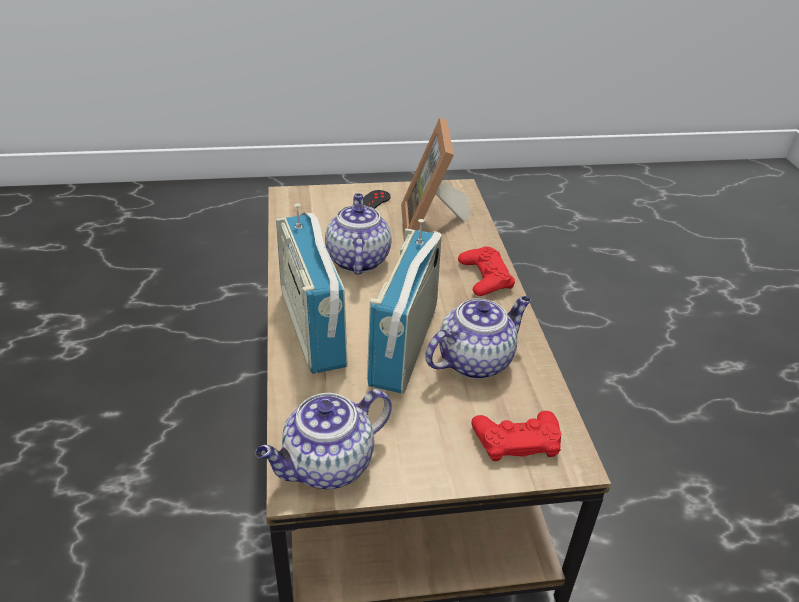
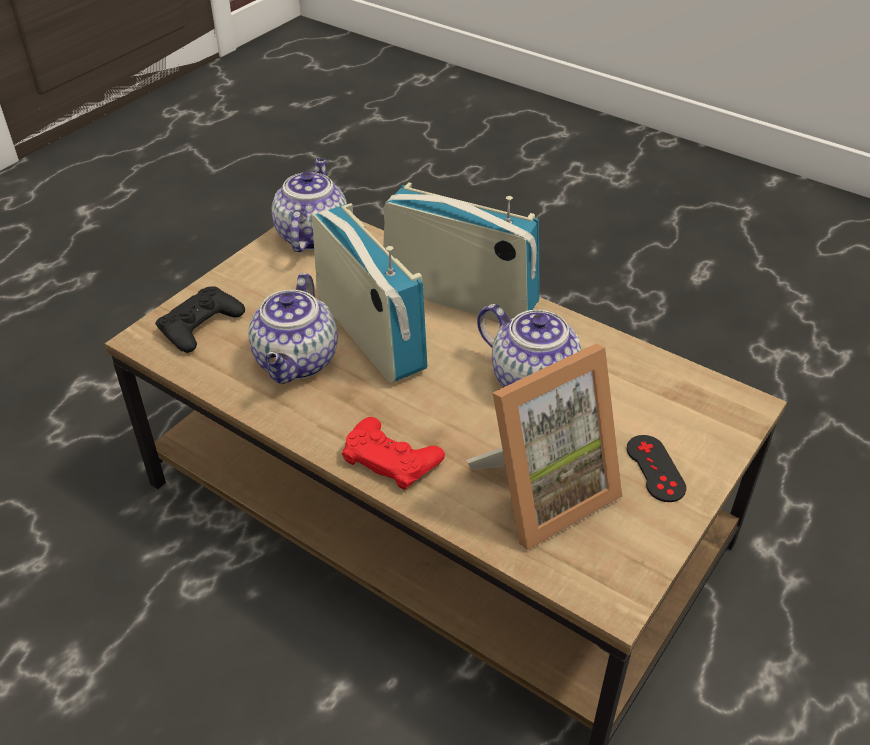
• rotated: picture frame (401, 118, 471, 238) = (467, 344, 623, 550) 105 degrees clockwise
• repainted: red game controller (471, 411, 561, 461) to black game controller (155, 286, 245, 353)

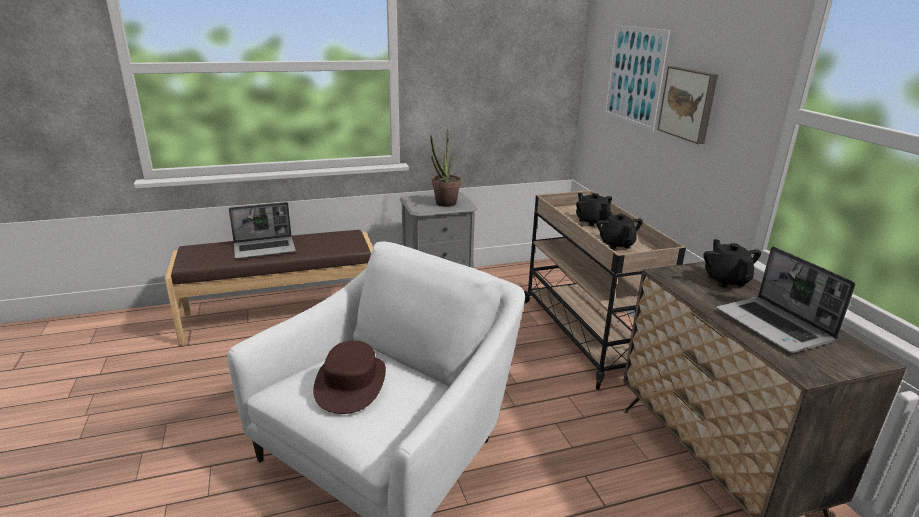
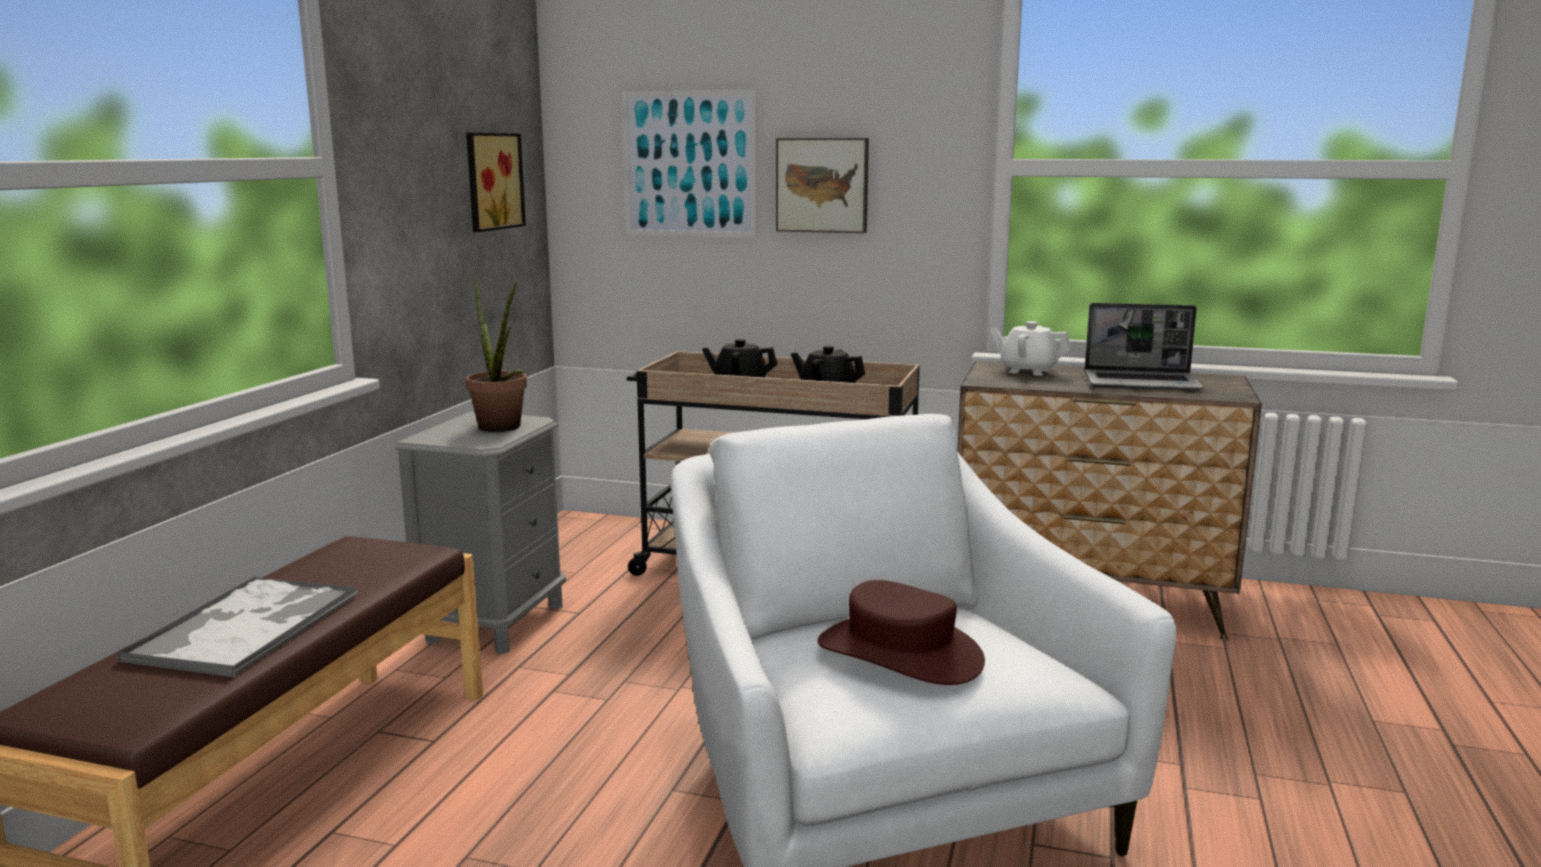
• swapped: laptop (229, 202, 296, 259) to tray (117, 576, 357, 677)
• repainted: black teapot (704, 239, 761, 287) to white teapot (991, 321, 1071, 376)
• new: picture (466, 132, 526, 232)

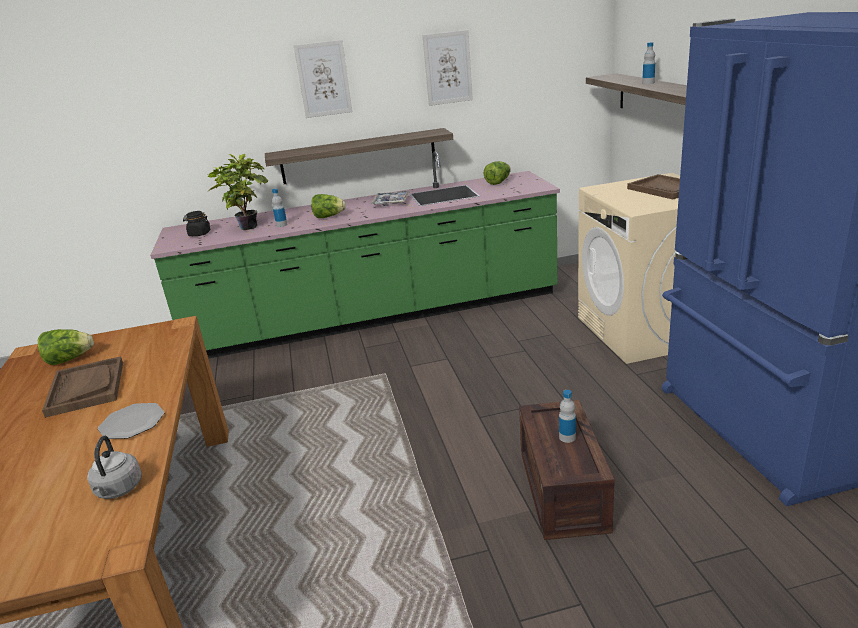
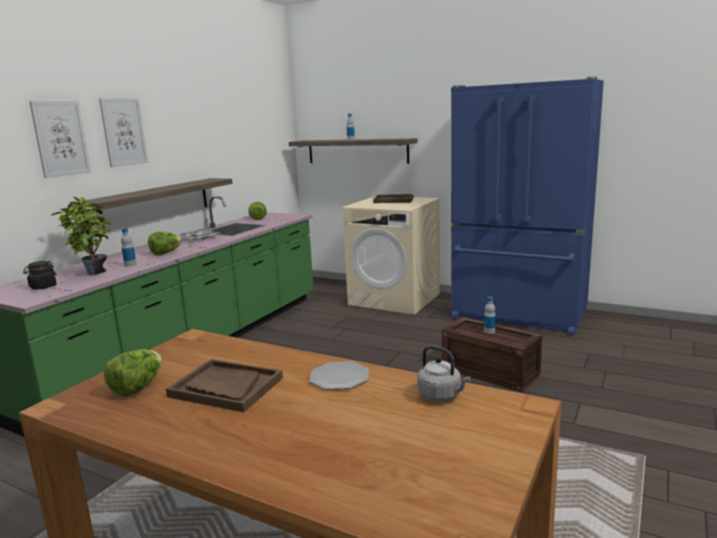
• shifted: picture (423, 30, 473, 106) to (29, 101, 91, 178)

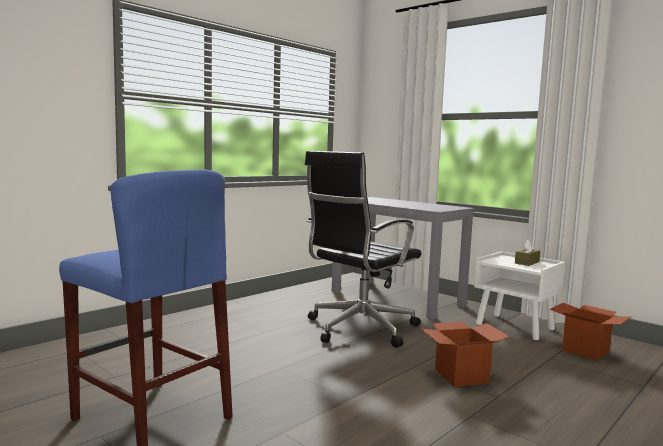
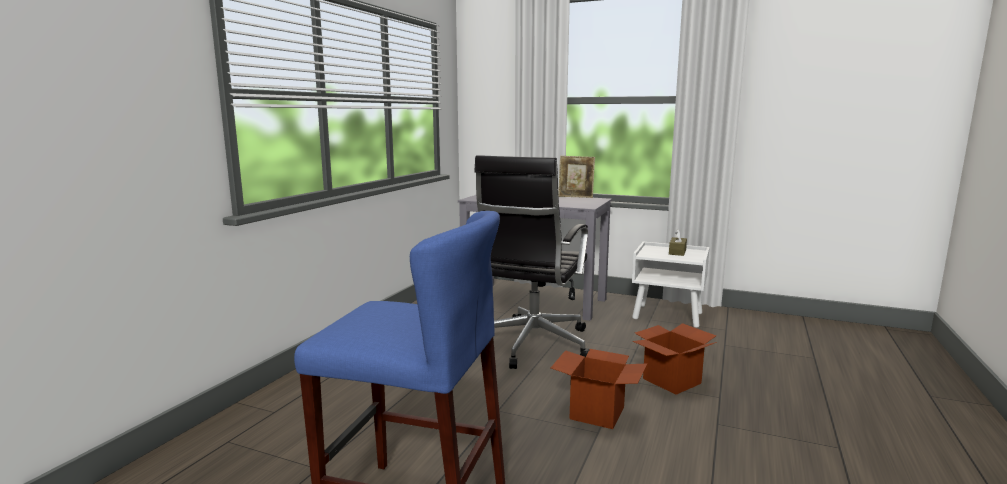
• shifted: cardboard box (550, 303, 631, 361) to (551, 349, 647, 429)
• new: picture frame (558, 156, 595, 198)

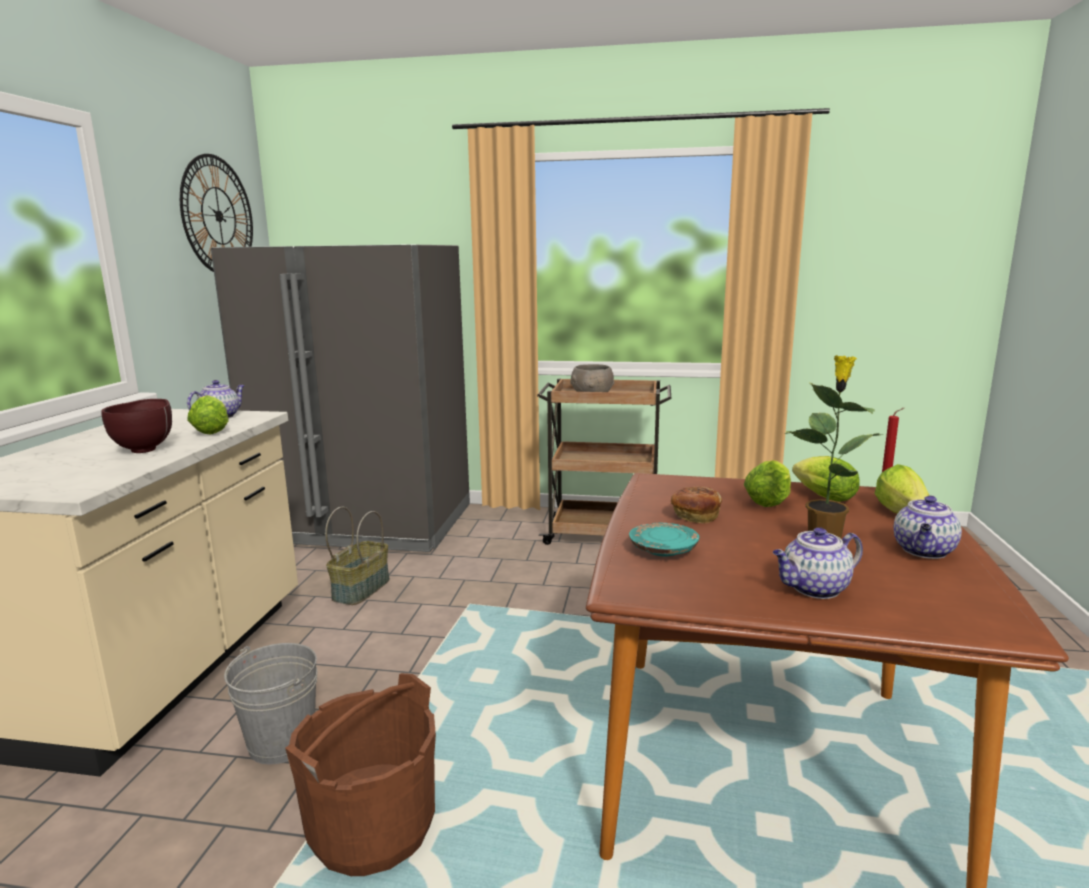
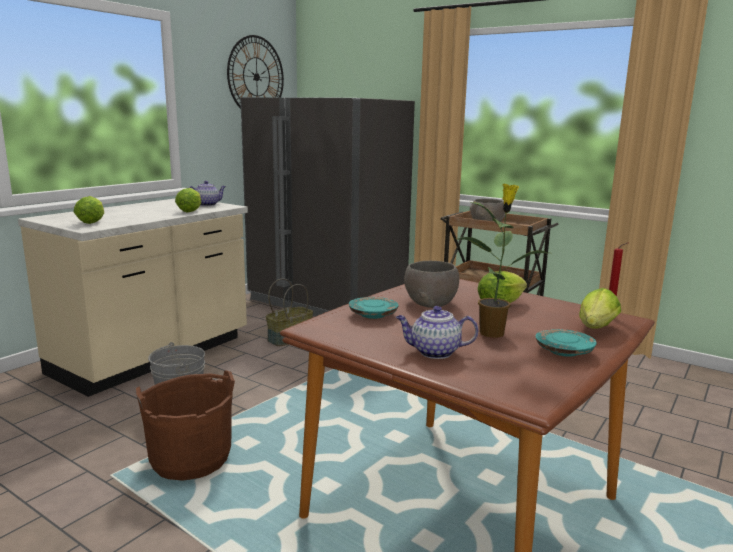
• gone: brown bowl (101, 399, 172, 453)
• swapped: bread (671, 487, 722, 524) to grey bowl (404, 261, 459, 308)
• shifted: lettuce (792, 456, 860, 502) to (74, 196, 104, 224)
• swapped: teapot (894, 495, 962, 559) to turquoise plate (536, 329, 596, 357)

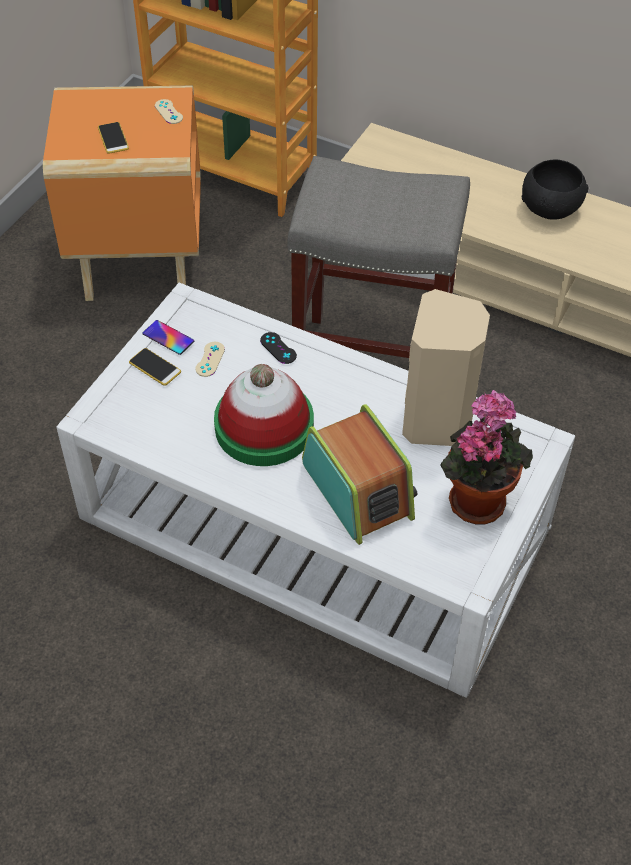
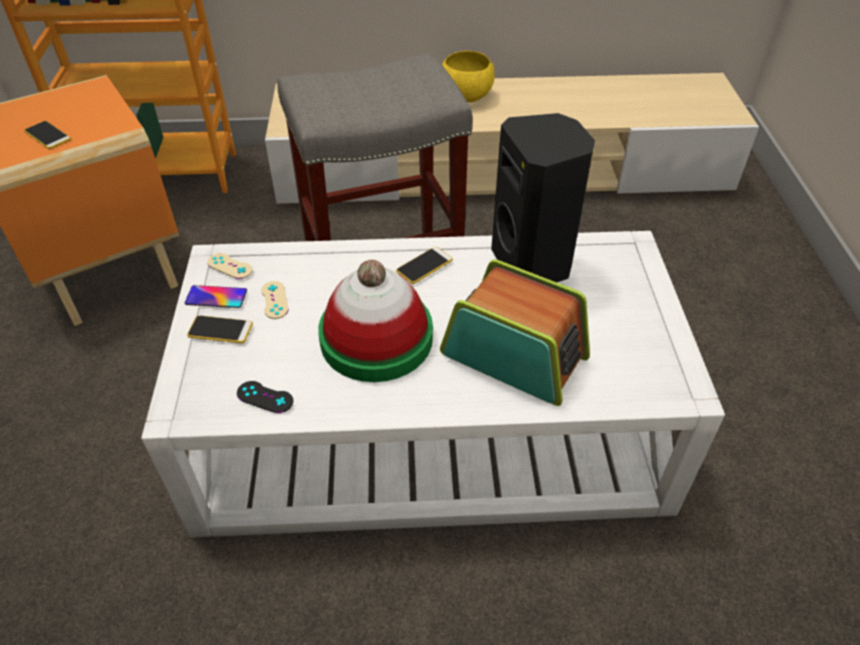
• shifted: beige game controller (155, 99, 183, 124) to (207, 253, 253, 279)
• shifted: black game controller (260, 332, 297, 364) to (237, 381, 293, 413)
• repainted: beige speaker (402, 289, 490, 446) to black speaker (491, 113, 595, 282)
• gone: potted plant (440, 390, 533, 525)
• repainted: black bowl (521, 159, 588, 220) to yellow bowl (442, 51, 494, 102)
• new: phone (396, 247, 453, 284)

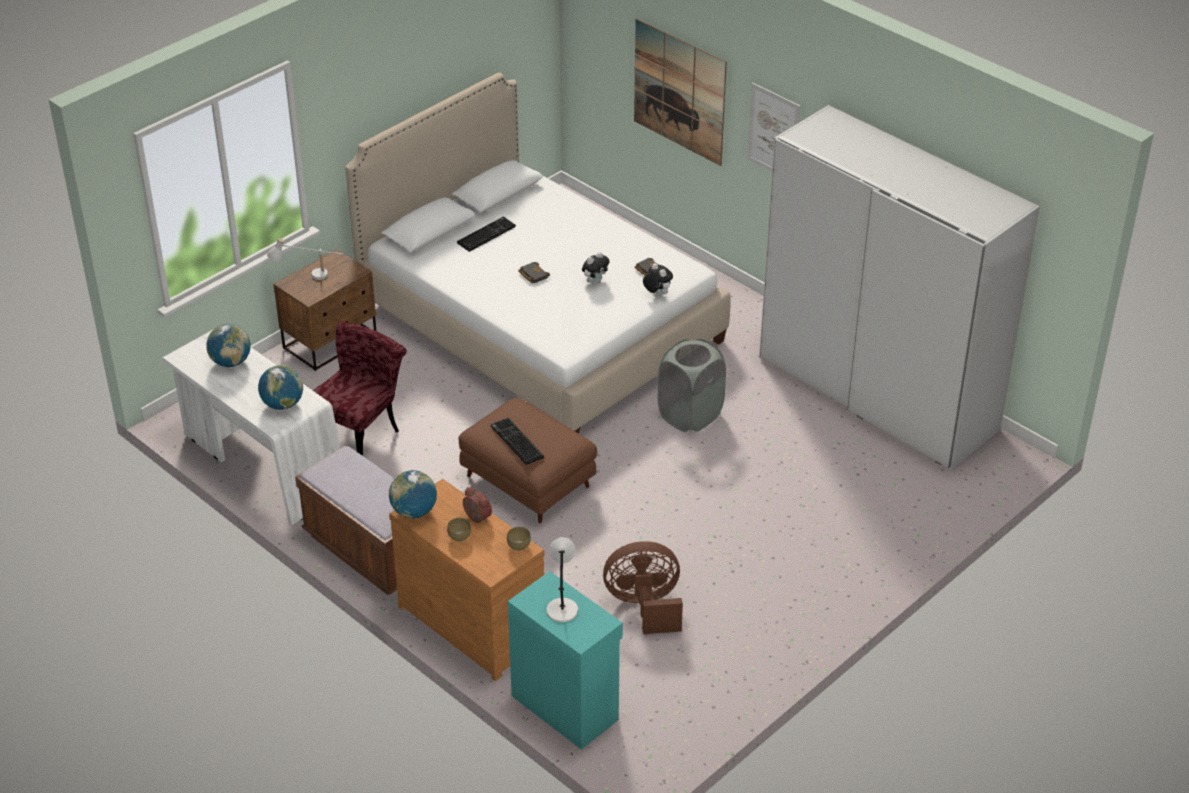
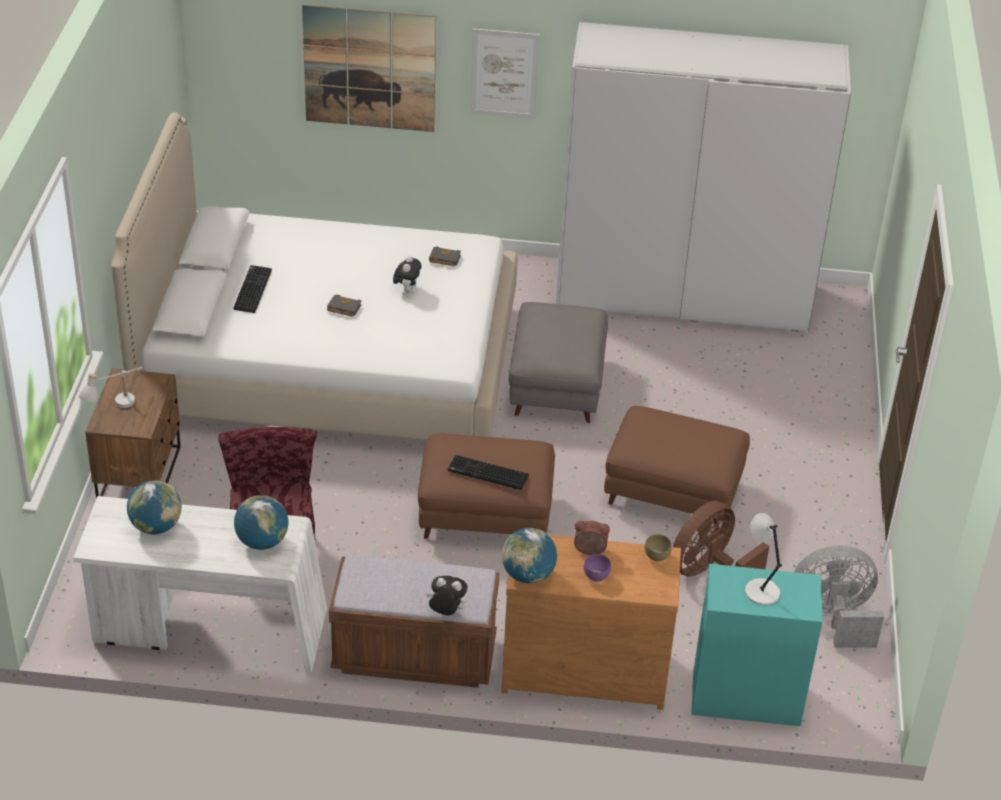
• repainted: brown bowl (447, 518, 471, 542) to purple bowl (584, 554, 611, 581)
• shifted: plush toy (643, 263, 673, 296) to (426, 576, 468, 615)
• swapped: grey laundry basket (658, 339, 726, 432) to grey ottoman (509, 302, 608, 423)
• new: brown ottoman (604, 406, 750, 530)
• new: grey fan (794, 545, 884, 648)

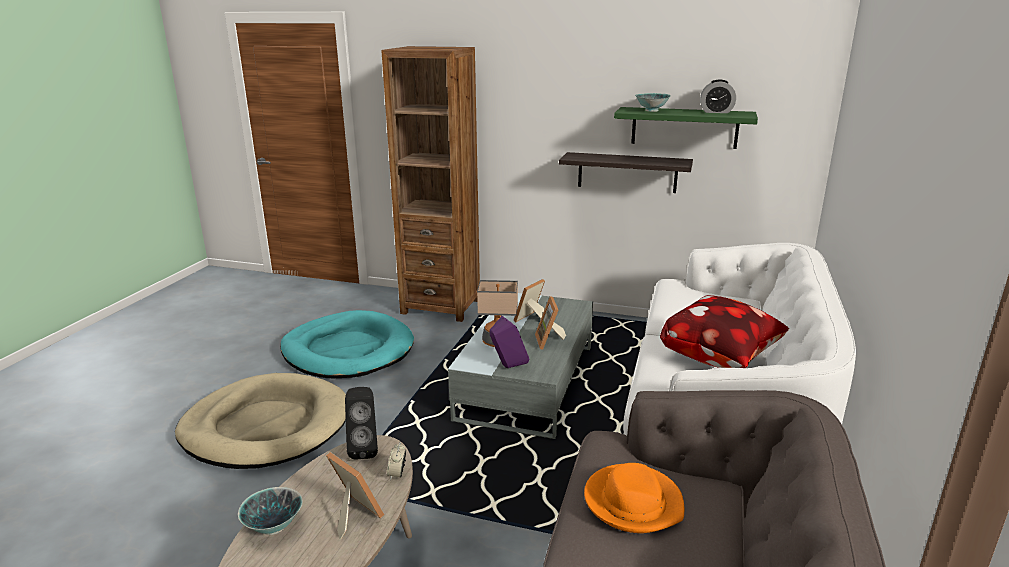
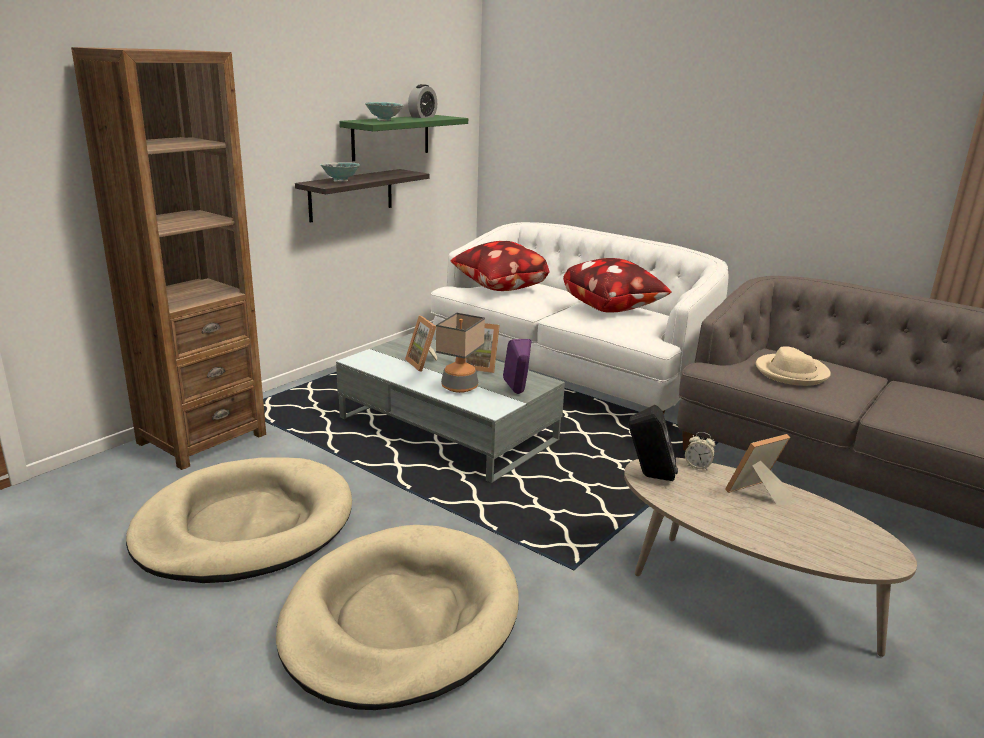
• shifted: bowl (238, 487, 303, 535) to (320, 162, 360, 182)
• repainted: turquoise dog bed (280, 310, 414, 378) to beige dog bed (126, 458, 352, 583)
• repainted: orange hat (584, 463, 684, 533) to beige hat (756, 346, 831, 386)
• new: pillow (450, 241, 549, 291)

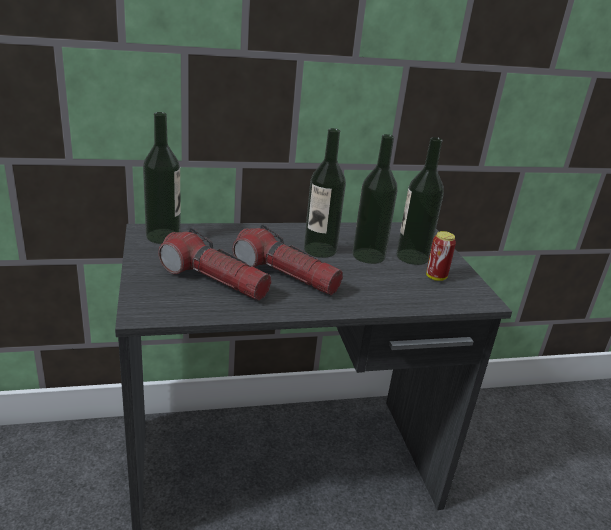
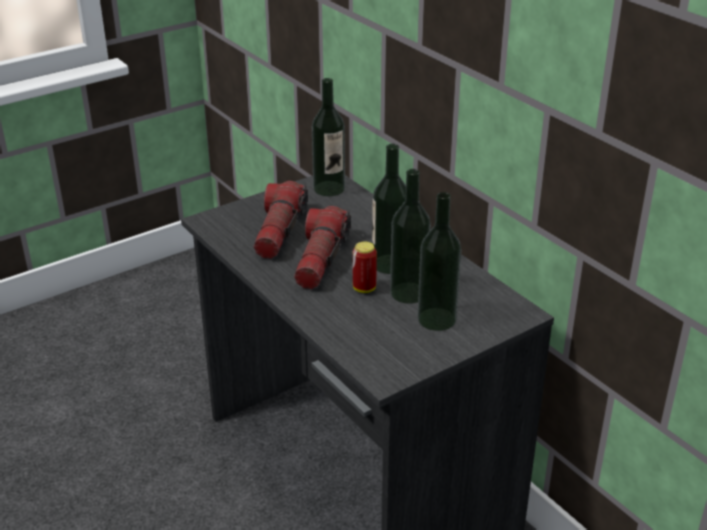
• shifted: can (426, 231, 456, 281) to (353, 242, 377, 293)

